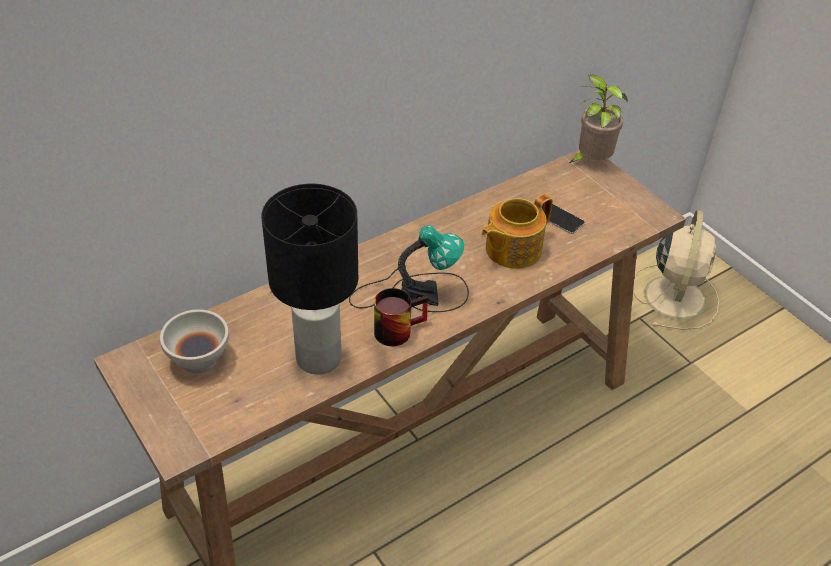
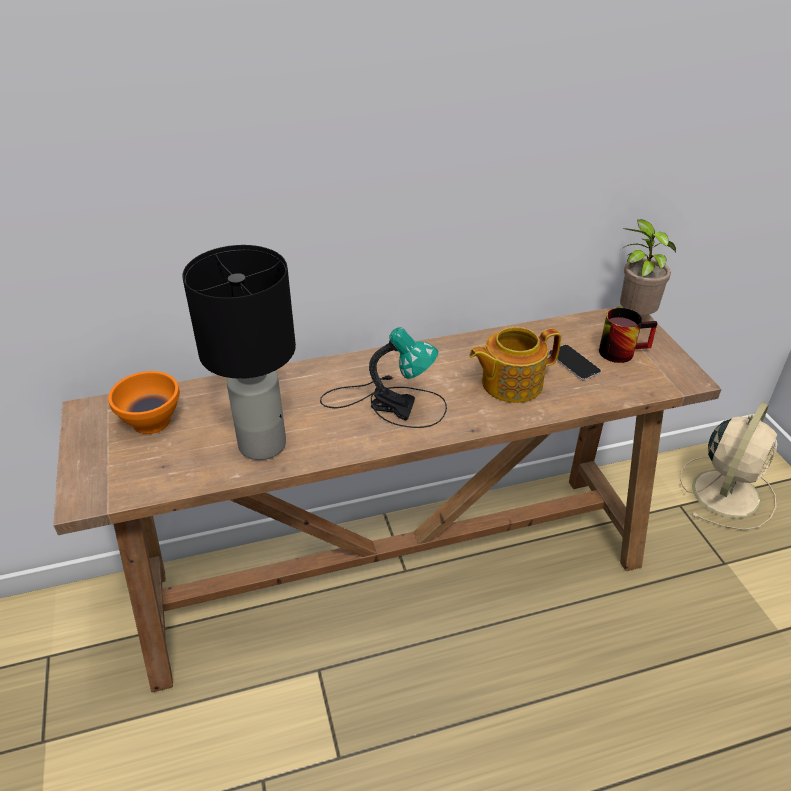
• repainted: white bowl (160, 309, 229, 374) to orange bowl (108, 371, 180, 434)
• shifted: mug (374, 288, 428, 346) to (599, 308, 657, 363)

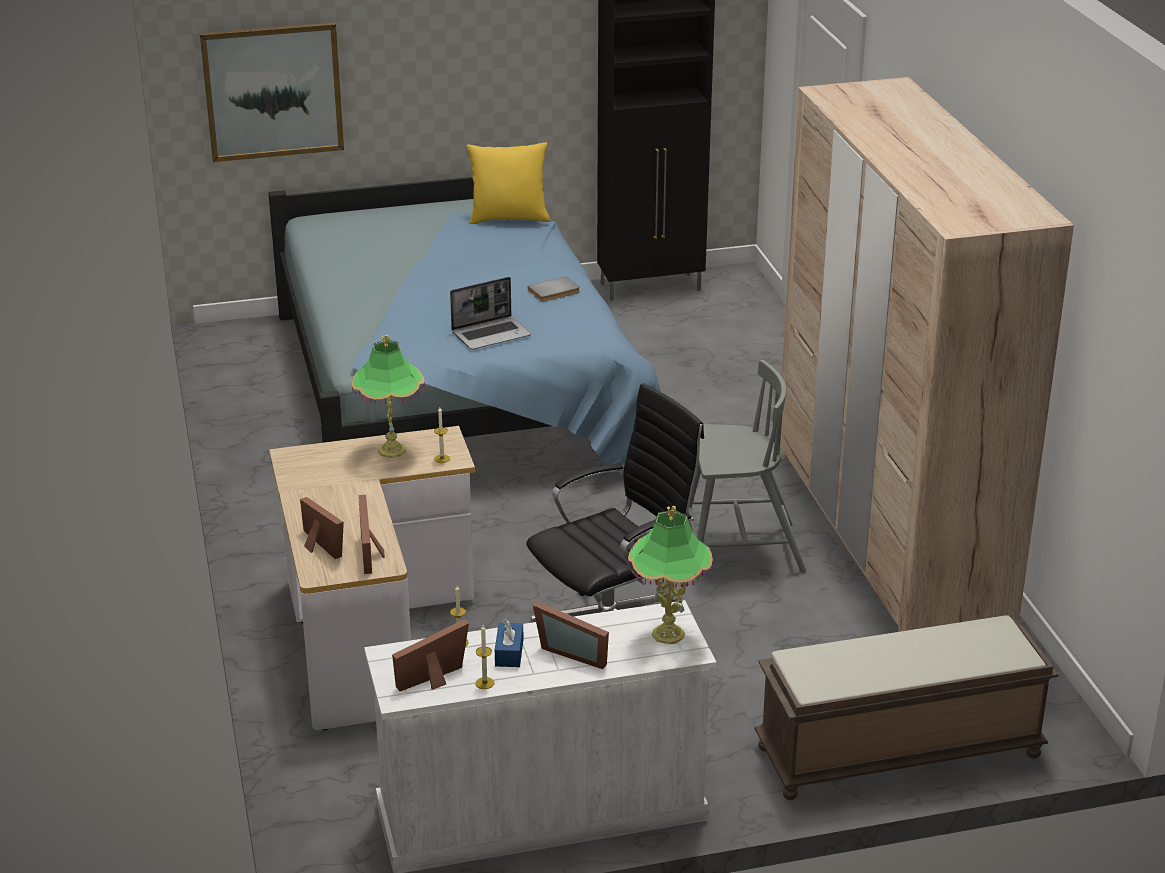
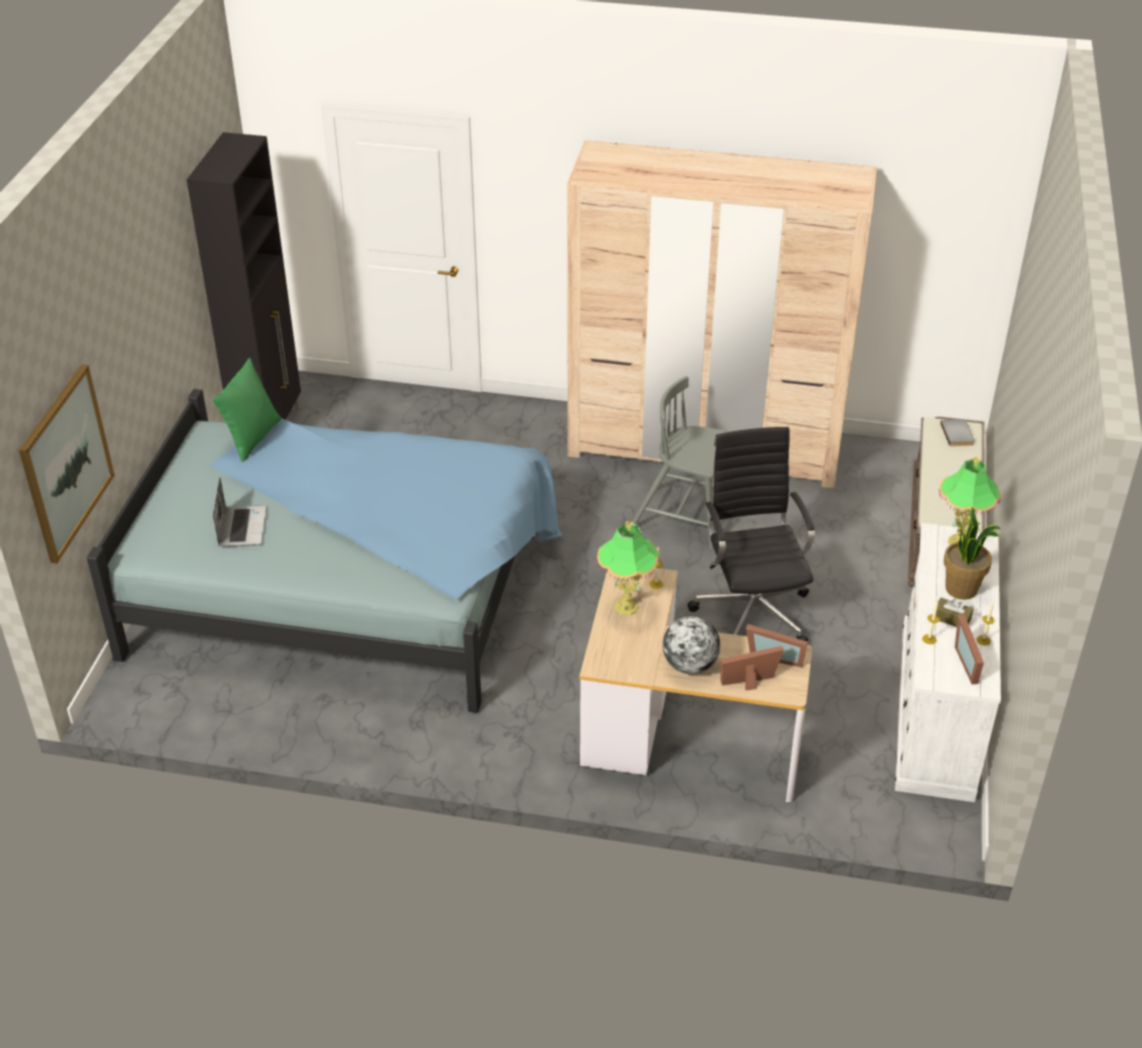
• shifted: laptop (450, 277, 531, 350) to (213, 478, 266, 547)
• repainted: yellow pillow (467, 142, 550, 224) to green pillow (212, 358, 281, 462)
• repainted: blue tissue box (495, 619, 524, 667) to brown tissue box (936, 598, 973, 627)
• shifted: grey book (528, 277, 580, 302) to (940, 419, 974, 446)
• swapped: picture frame (533, 601, 609, 669) to potted plant (944, 507, 1001, 600)
• rotated: grey chair (688, 360, 807, 579) = (632, 376, 732, 549) 90 degrees counterclockwise
• new: globe (663, 616, 720, 674)

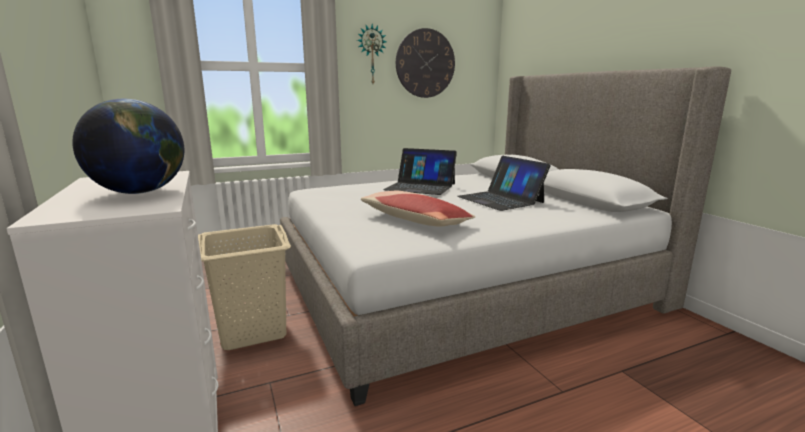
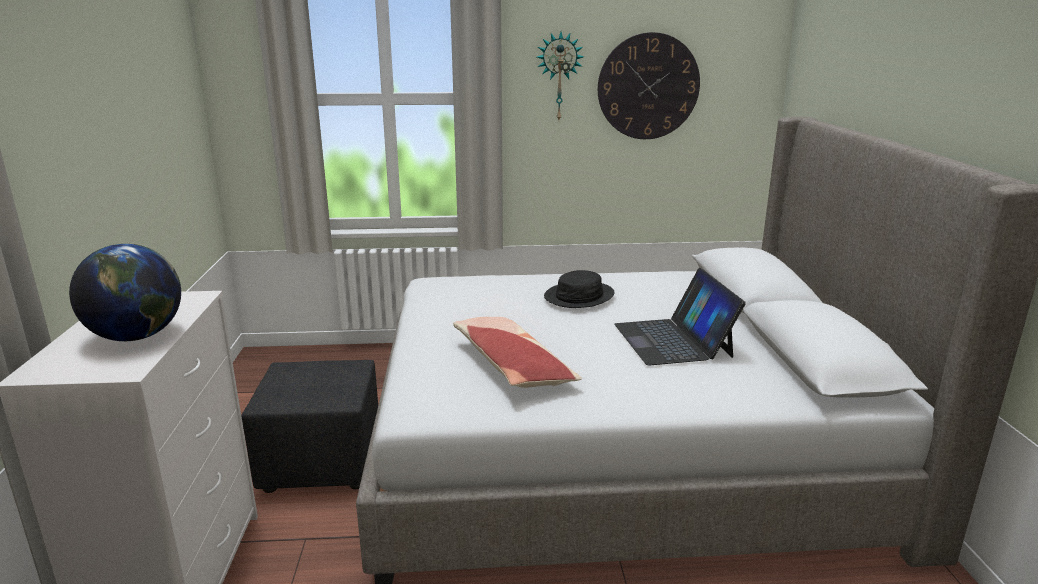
• swapped: beige laundry basket (198, 224, 291, 350) to black ottoman (241, 360, 378, 493)
• swapped: laptop (383, 148, 457, 195) to black hat (544, 270, 615, 308)

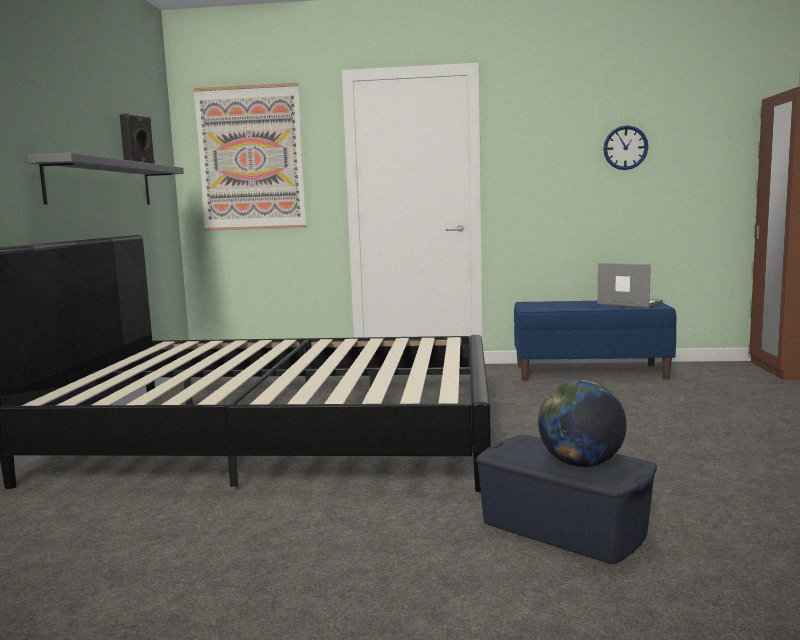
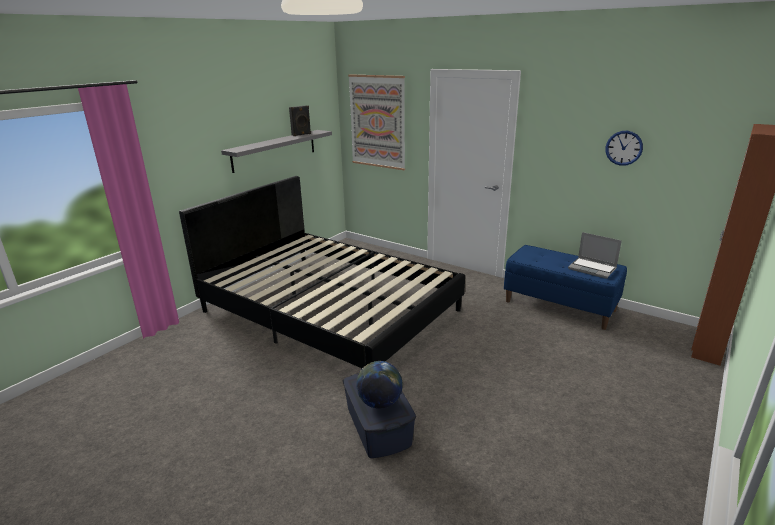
• rotated: laptop (597, 263, 663, 308) = (568, 232, 622, 279) 150 degrees clockwise

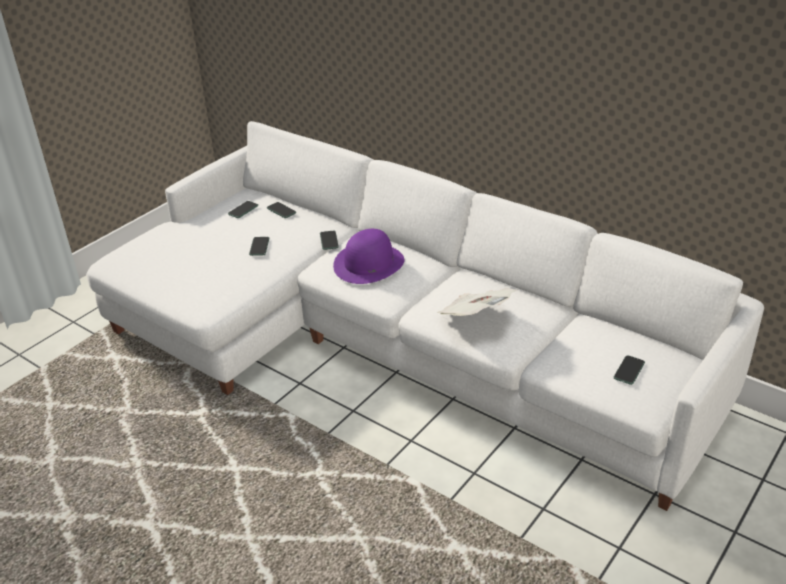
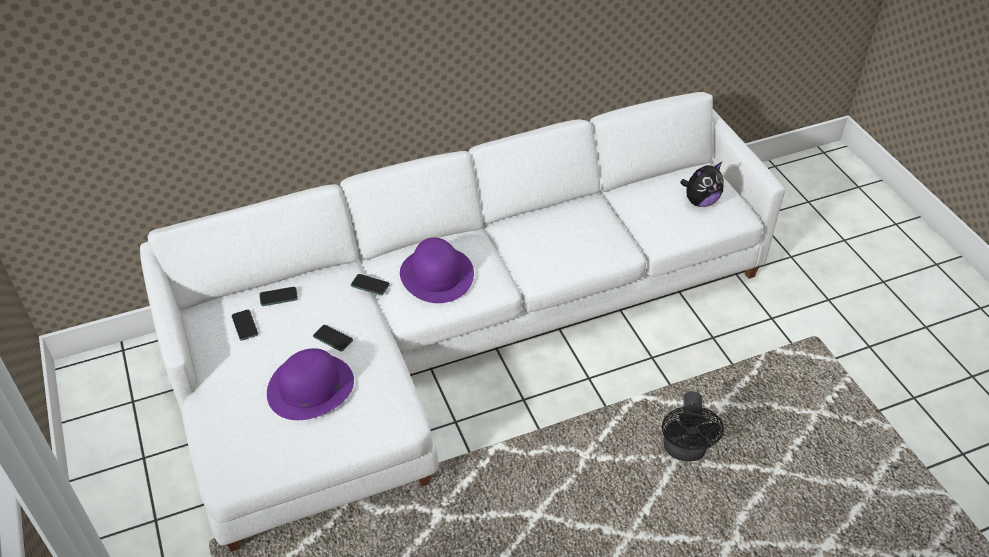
• gone: newspaper (437, 288, 517, 316)
• swapped: phone (614, 355, 645, 385) to plush toy (680, 162, 724, 207)
• new: purple hat (267, 348, 354, 420)
• new: black fan (662, 391, 724, 462)

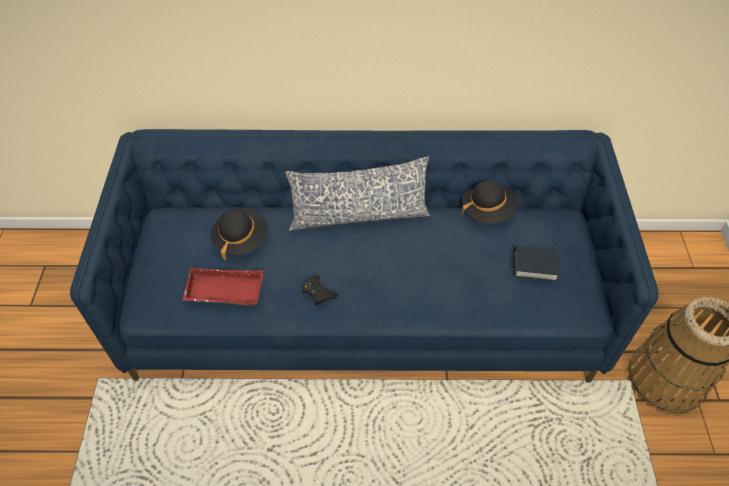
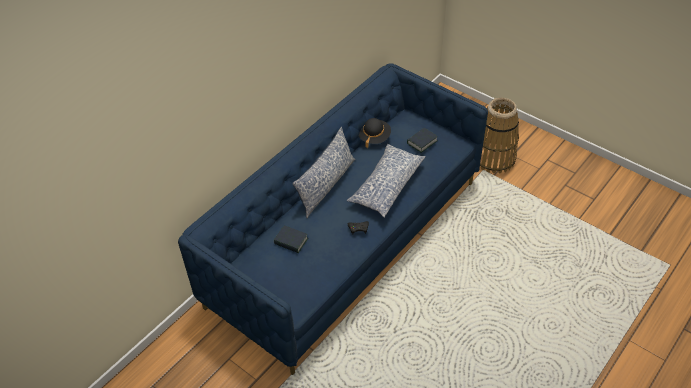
• gone: red tray (182, 267, 263, 305)
• swapped: black hat (211, 208, 268, 260) to book (274, 226, 308, 253)
• new: pillow (347, 144, 426, 218)

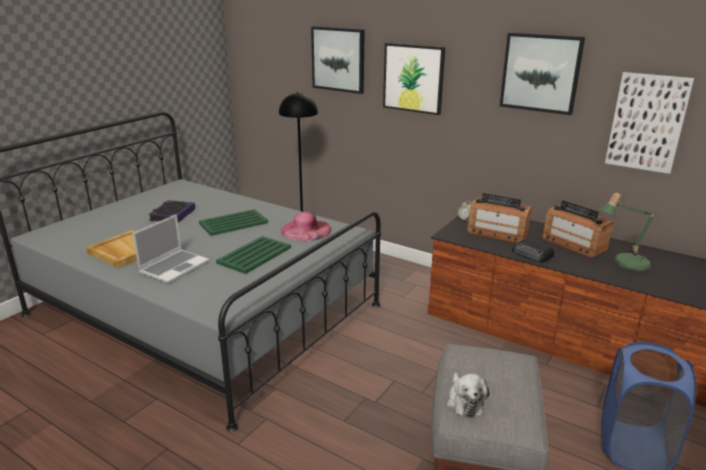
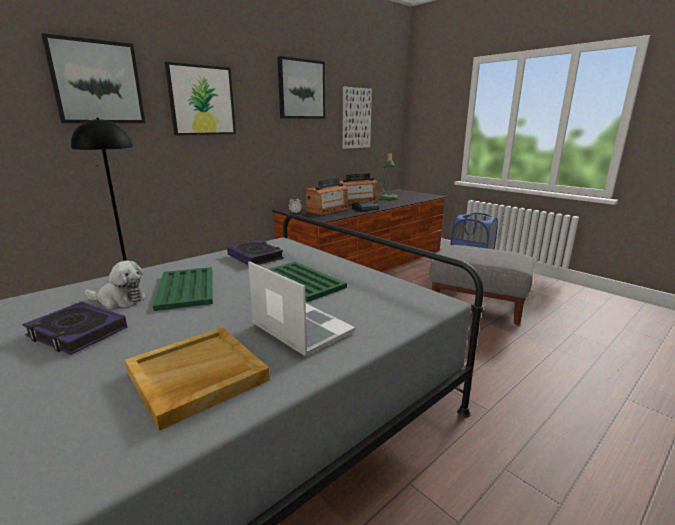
• swapped: pink hat (281, 212, 331, 241) to book (227, 240, 284, 265)
• shifted: plush toy (447, 372, 490, 417) to (85, 260, 146, 309)

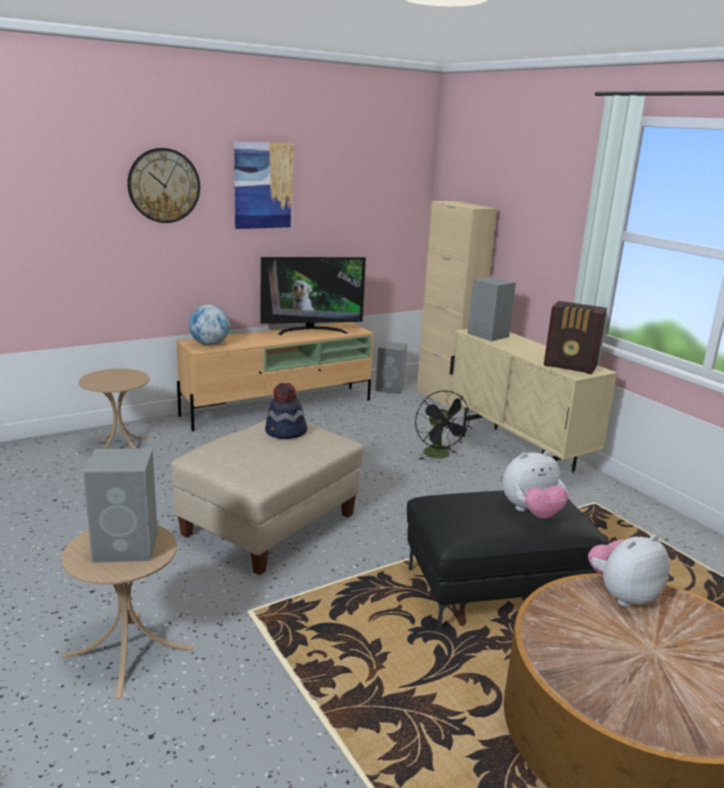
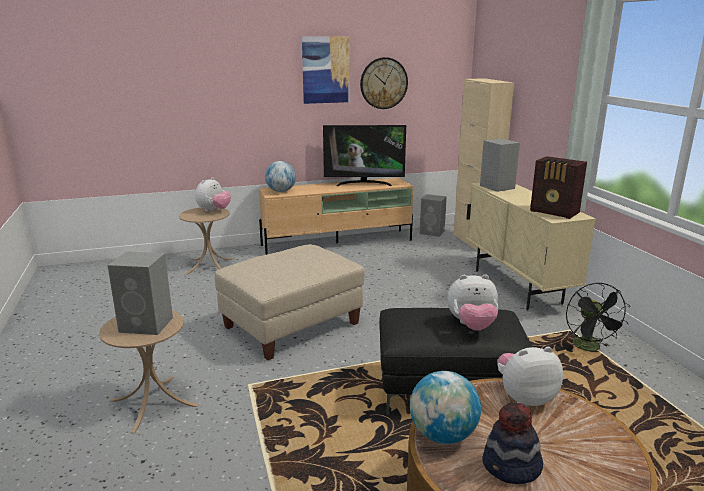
• shifted: wall clock (127, 148, 200, 223) to (360, 57, 408, 109)
• shifted: hat (265, 383, 308, 439) to (482, 402, 543, 484)
• shifted: black fan (415, 390, 473, 460) to (566, 283, 630, 351)
• new: plush toy (195, 177, 231, 212)
• new: globe (410, 371, 481, 444)

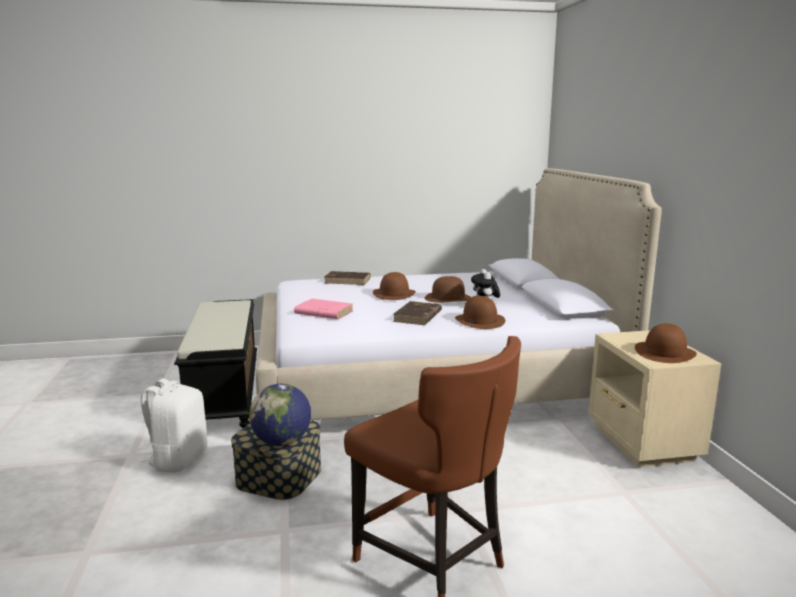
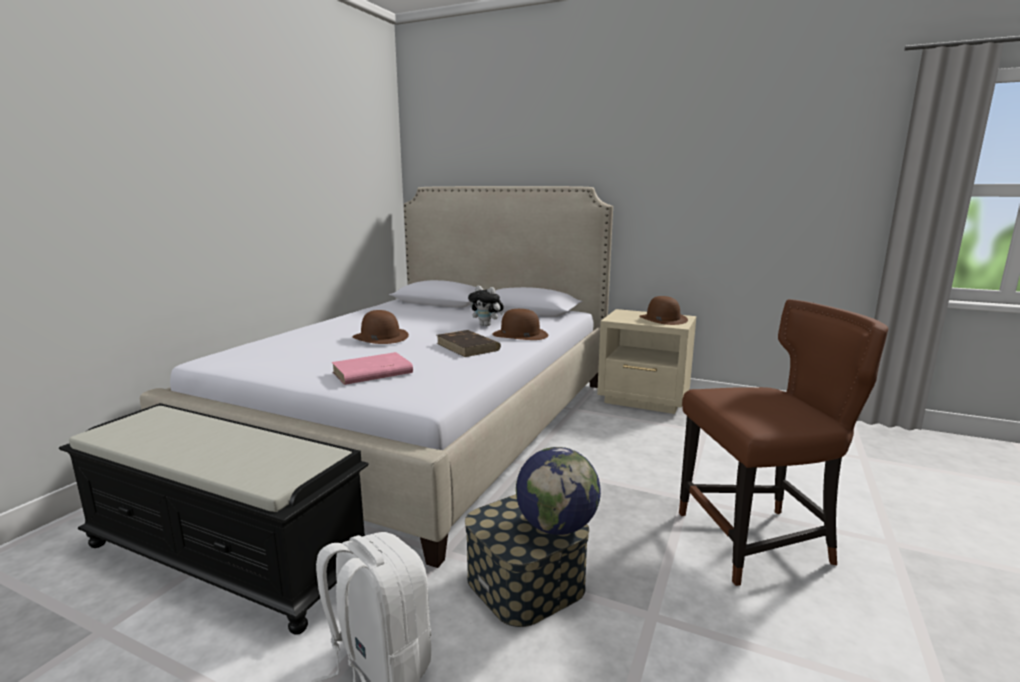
• gone: brown book (324, 271, 371, 285)
• gone: brown hat (425, 276, 471, 303)

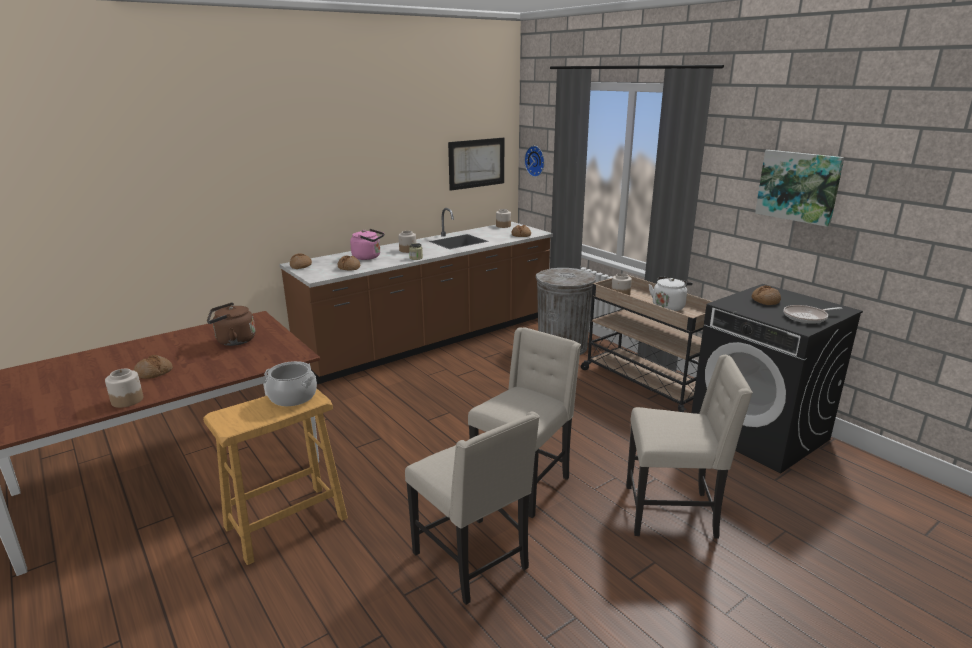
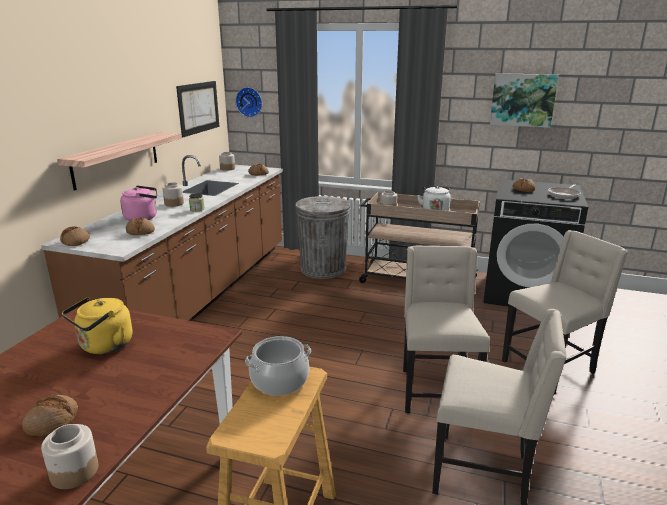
• repainted: brown kettle (207, 302, 256, 346) to yellow kettle (62, 297, 133, 354)
• new: shelf (57, 132, 181, 191)

